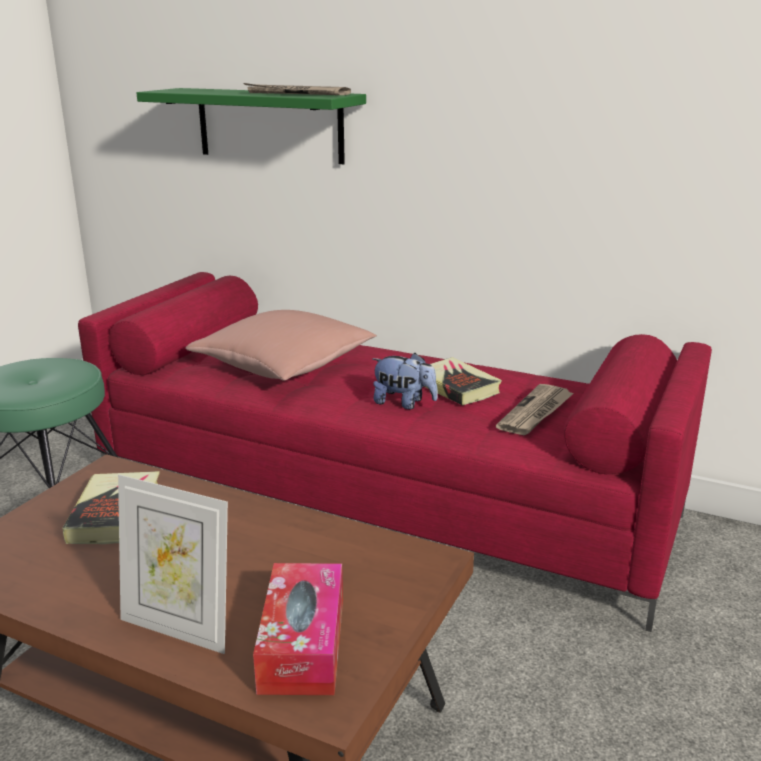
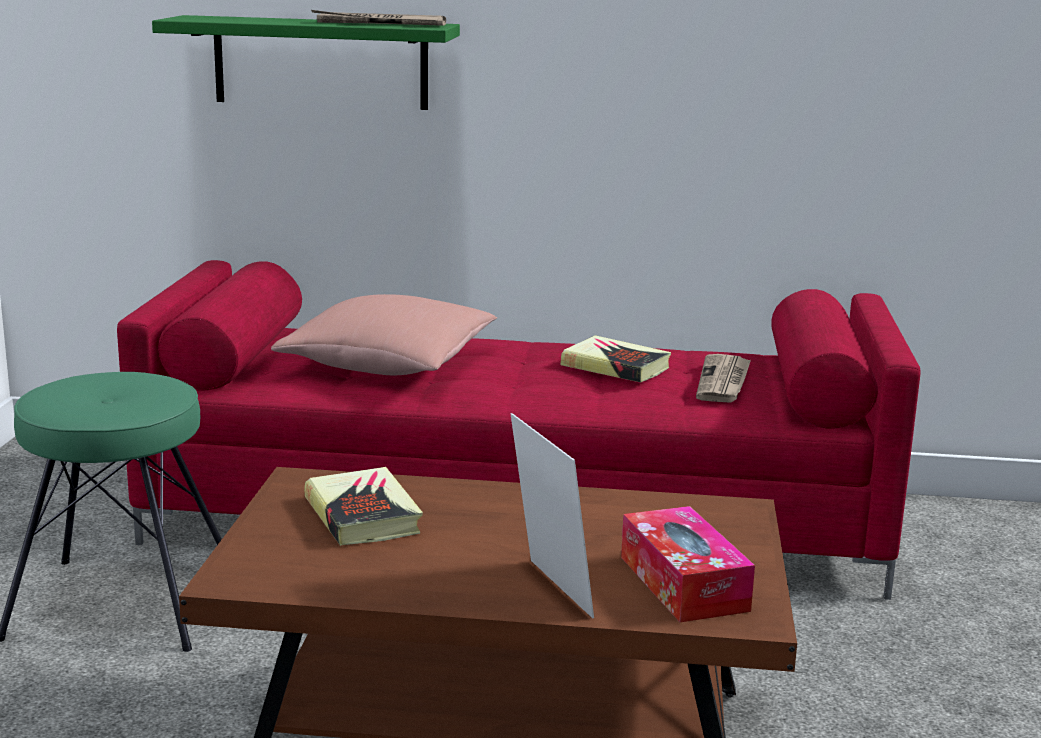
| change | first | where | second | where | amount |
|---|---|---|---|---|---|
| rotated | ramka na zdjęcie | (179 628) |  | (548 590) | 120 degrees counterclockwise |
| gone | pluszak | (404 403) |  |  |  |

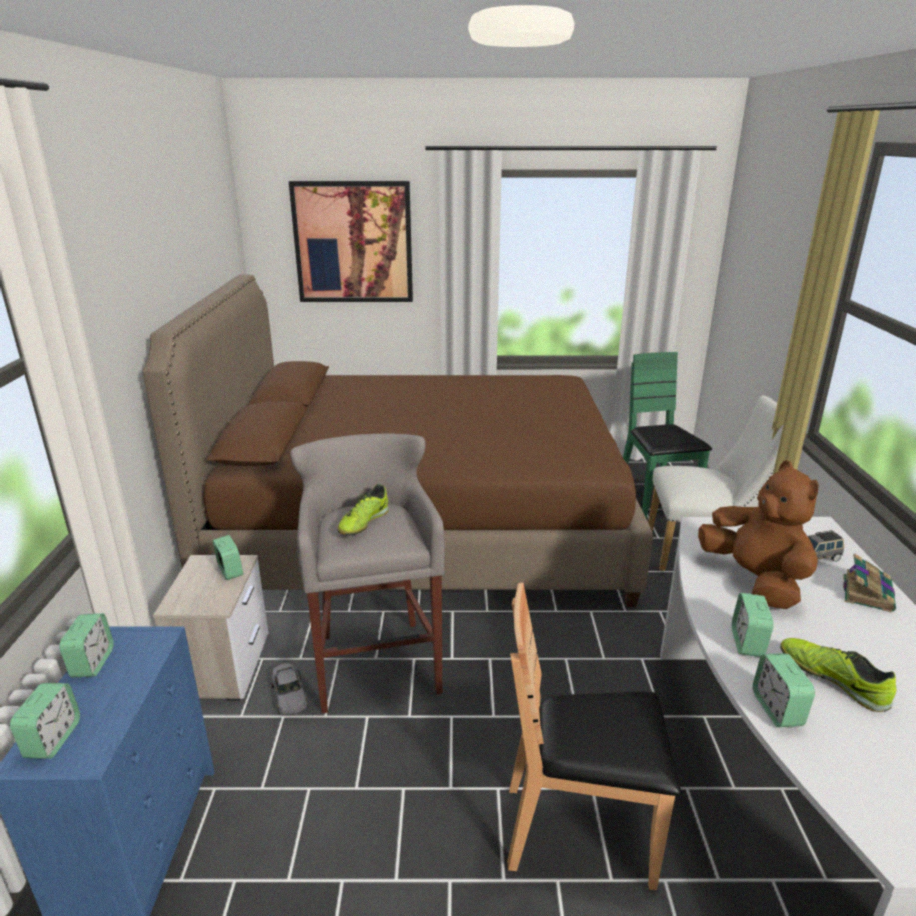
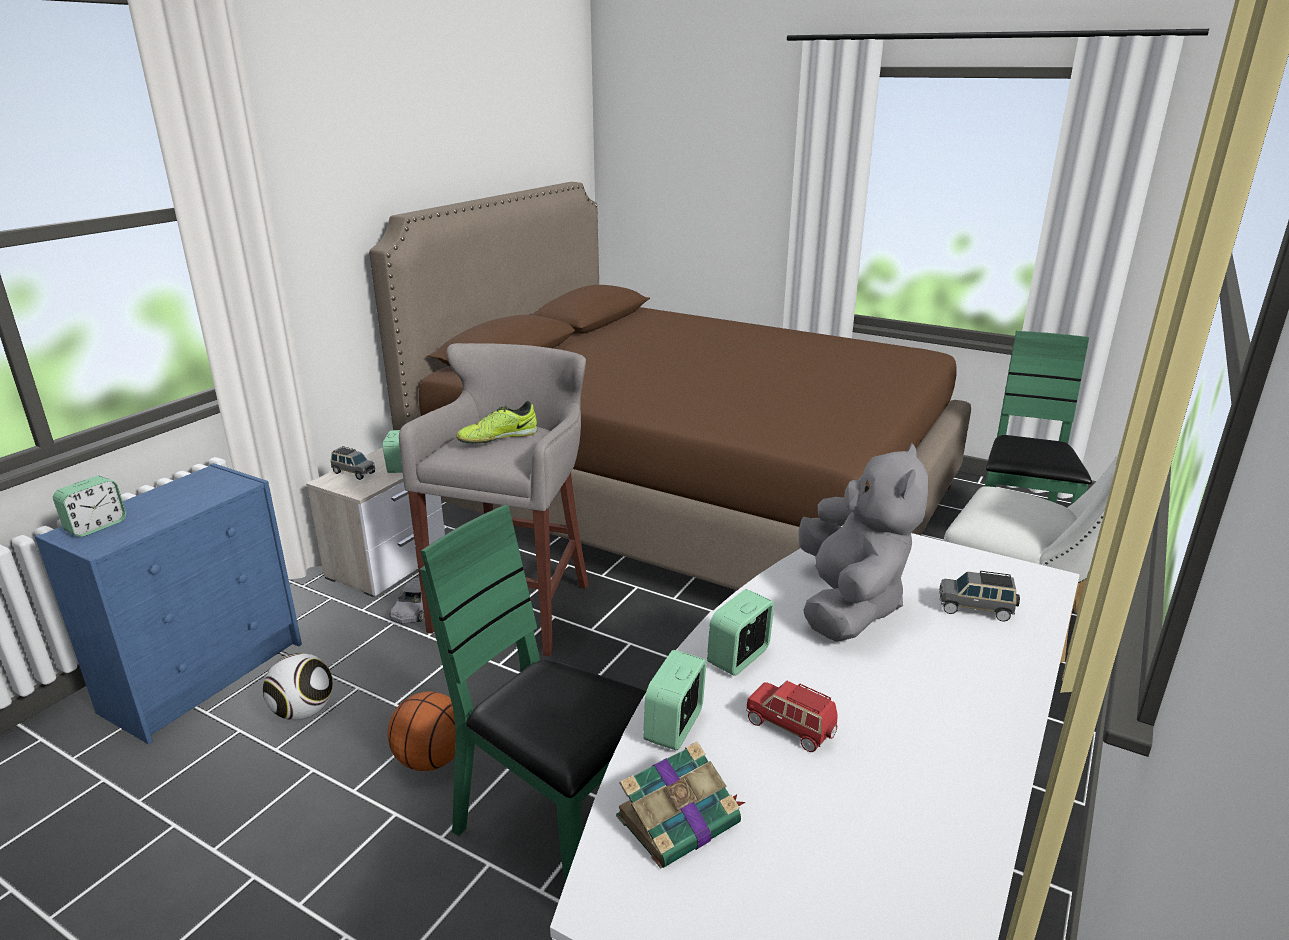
| change | first | where | second | where | amount |
|---|---|---|---|---|---|
| new |  |  | piłka futbolowa | (303 711) |  |
| new |  |  | samochodzik (szary) | (353 473) |  |
| new |  |  | piłka do koszykówki | (430 759) |  |
| repainted | krzesło (brązowy) | (580 831) | krzesło (zielony) | (555 834) |  |
| shifted | książka | (867 592) |  | (680 819) |  |
| swapped | but | (832 679) | samochodzik (czerwony) | (791 728) |  |
| repainted | pluszak (brązowy) | (754 580) | pluszak (szary) | (848 605) |  |
| gone | budzik | (92 663) |  |  |  |
| gone | obraz | (353 243) |  |  |  |

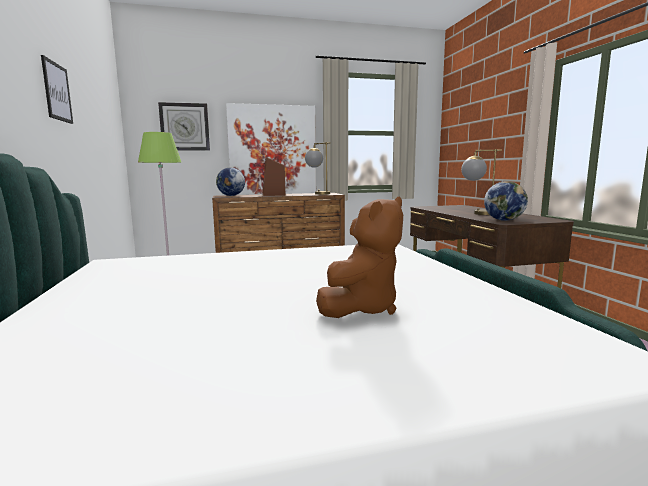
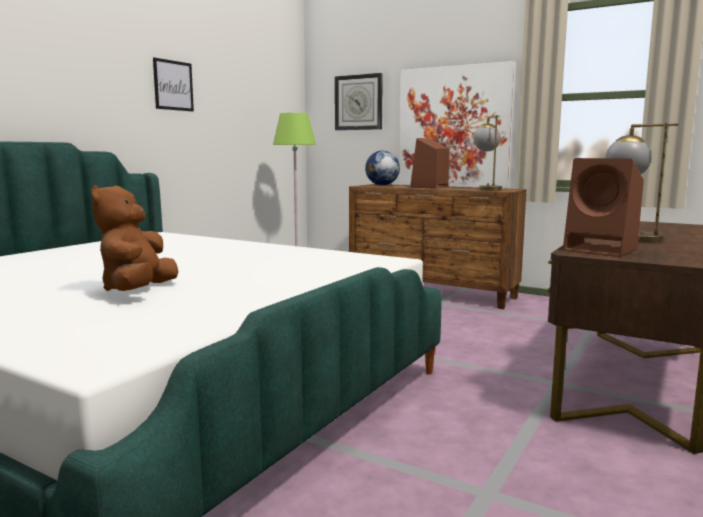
| change | first | where | second | where | amount |
|---|---|---|---|---|---|
| rotated | pluszak (brązowy) | (361 308) |  | (138 291) | 105 degrees clockwise |
| swapped | globus | (504 220) | głośnik (brązowy) | (602 250) |  |

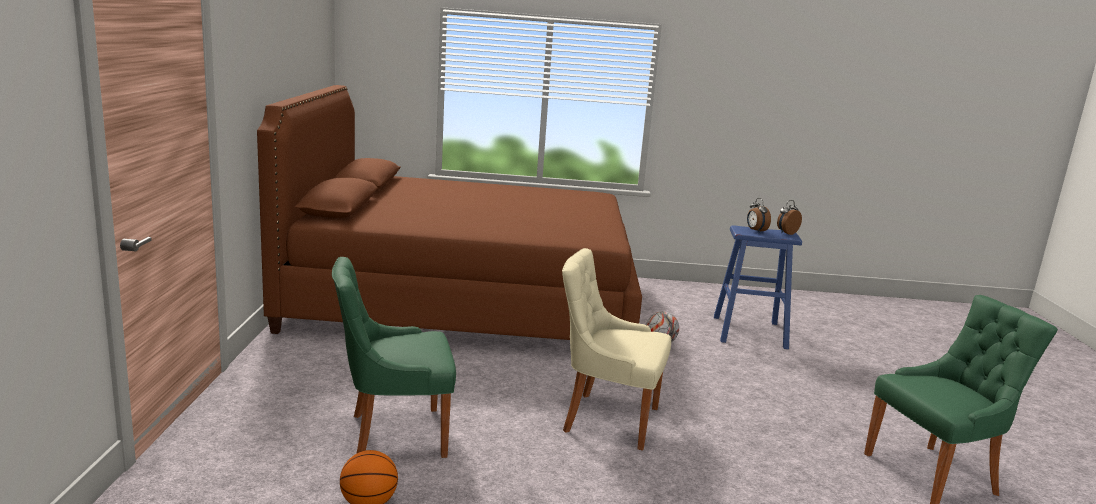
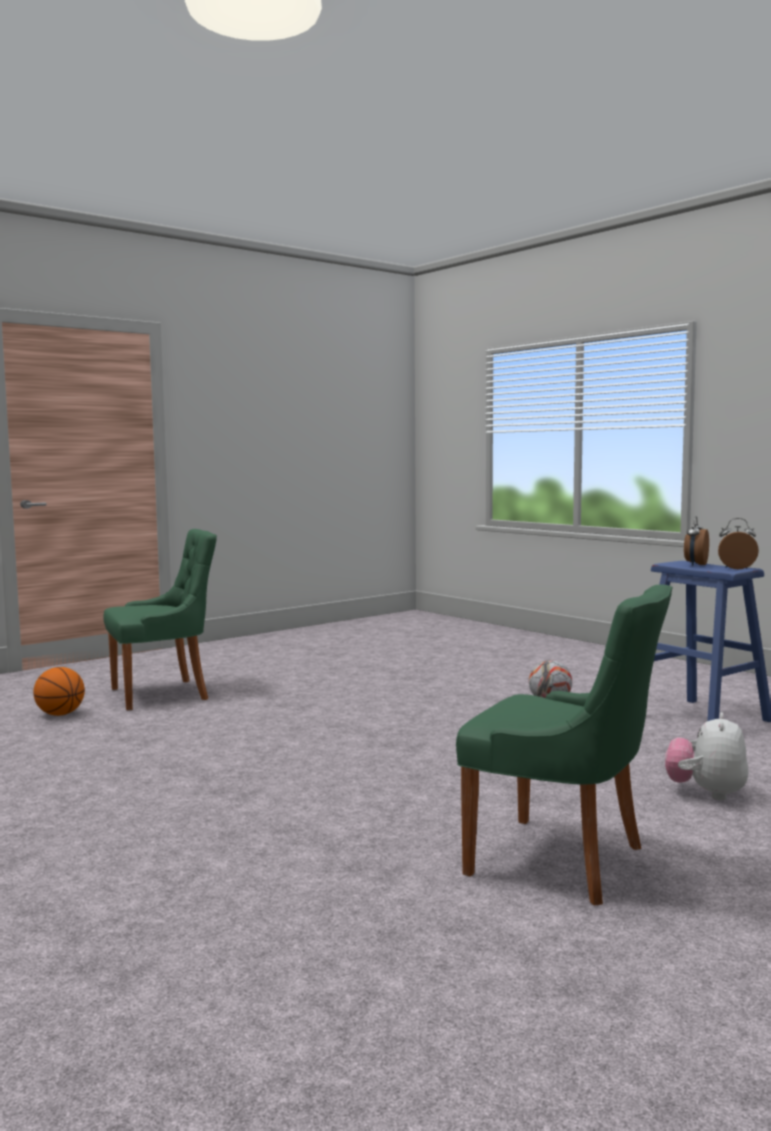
| change | first | where | second | where | amount |
|---|---|---|---|---|---|
| rotated | krzesło (zielony) | (393 435) |  | (163 694) | 120 degrees clockwise |
| new |  |  | pluszak | (706 793) |  |
| gone | łóżko (brązowy) | (465 302) |  |  |  |
| gone | krzesło (beżowy) | (607 419) |  |  |  |

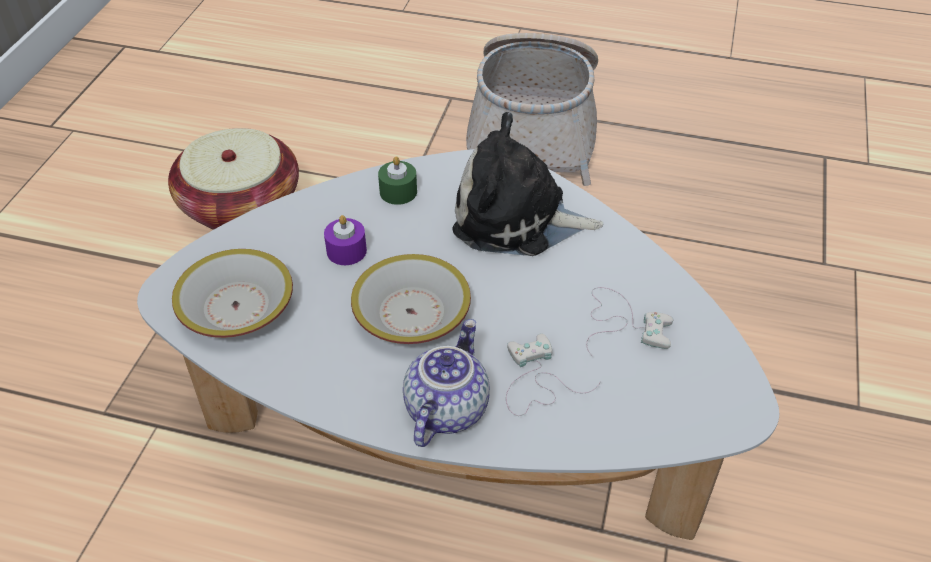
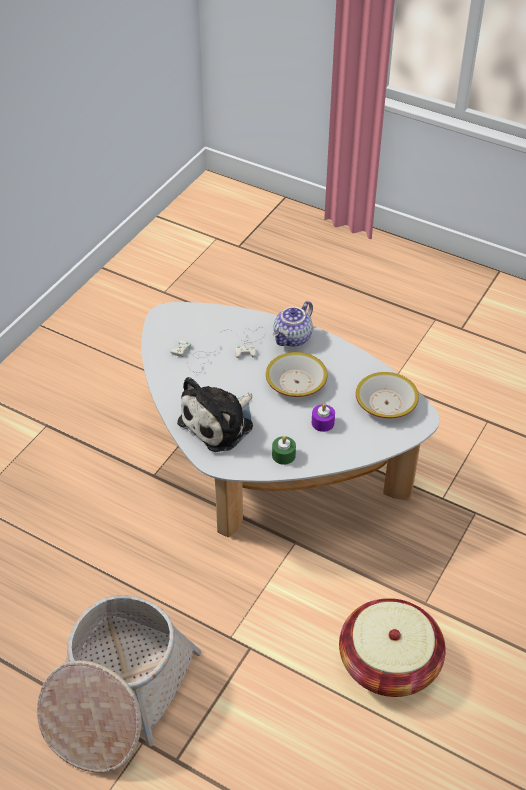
| change | first | where | second | where | amount |
|---|---|---|---|---|---|
| rotated | pluszak | (517 218) |  | (220 423) | 105 degrees clockwise |

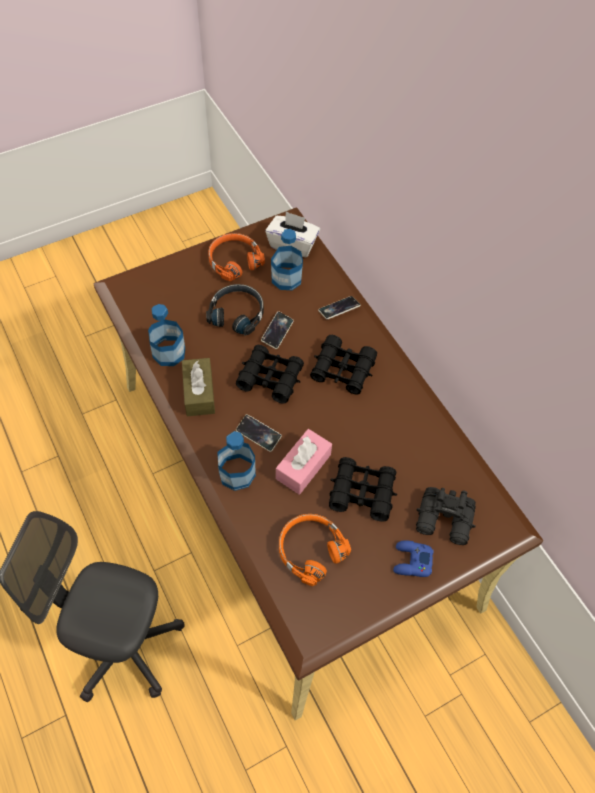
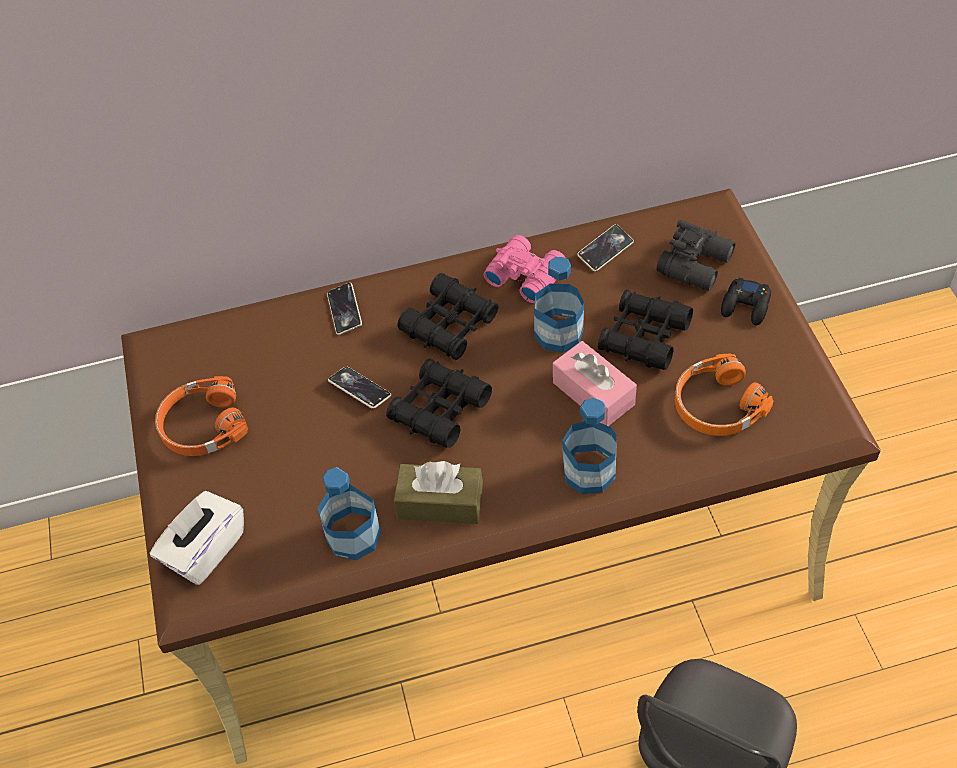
| change | first | where | second | where | amount |
|---|---|---|---|---|---|
| shifted | pudełko chusteczek (biały) | (292 244) |  | (205 550) |  |
| new |  |  | lornetka (różowy) | (525 274) |  |
| shifted | butelka | (286 278) |  | (558 333) |  |
| shifted | telefon | (258 434) |  | (605 250) |  |
| repainted | pad do gier (niebieski) | (411 561) | pad do gier (czarny) | (746 306) |  |
| gone | słuchawki (czarny) | (237 313) |  |  |  |

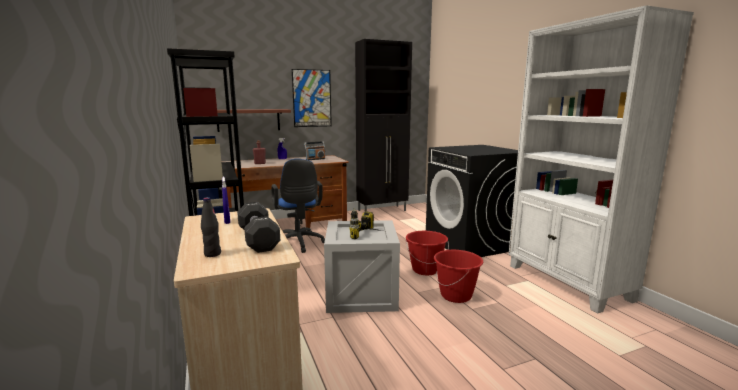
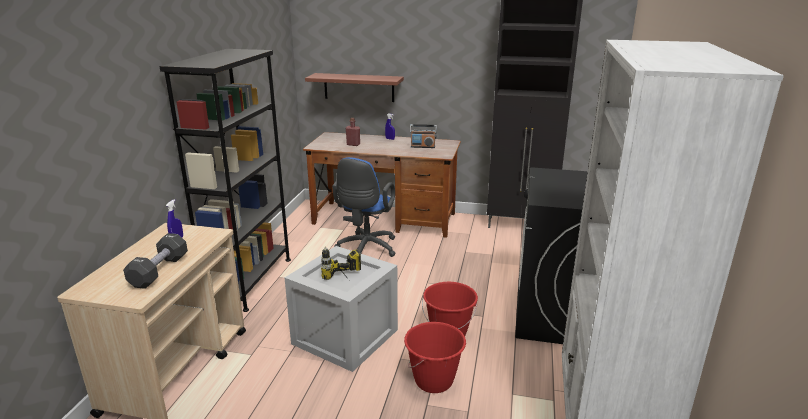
| change | first | where | second | where | amount |
|---|---|---|---|---|---|
| gone | butelka (czarny) | (212 254) |  |  |  |
| gone | obraz | (312 98) |  |  |  |

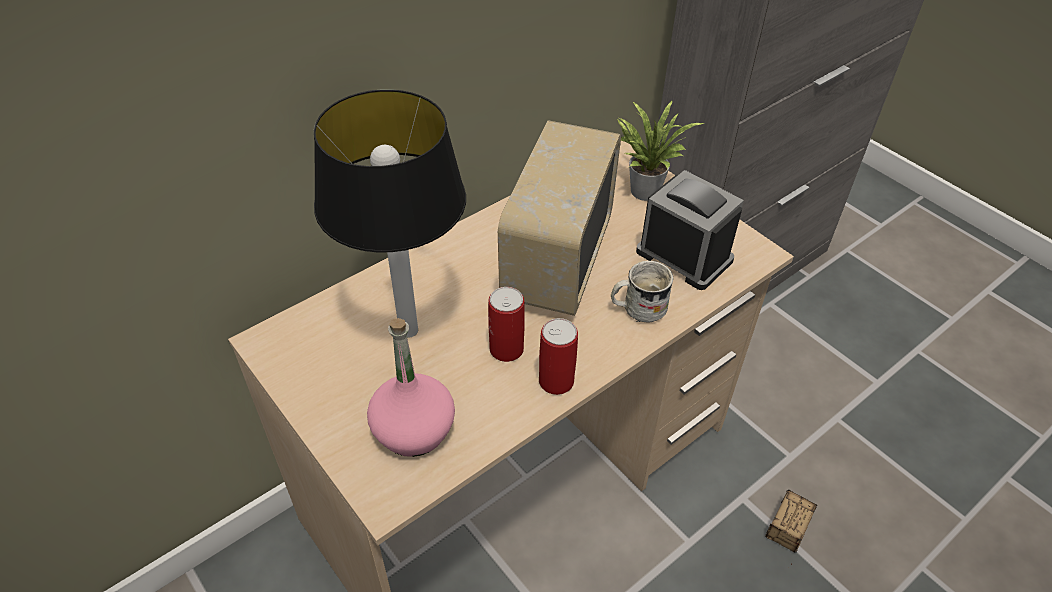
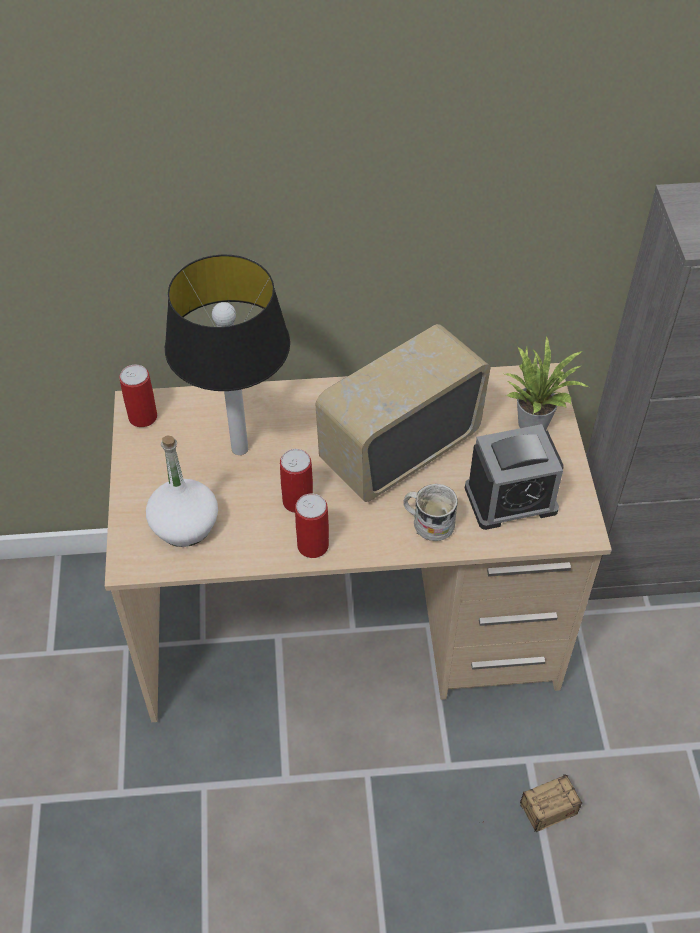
| change | first | where | second | where | amount |
|---|---|---|---|---|---|
| new |  |  | puszka | (143 417) |  |
| repainted | butelka (różowy) | (413 429) | butelka (biały) | (185 525) |  |
| rotated | budzik | (684 256) |  | (510 499) | 90 degrees clockwise |

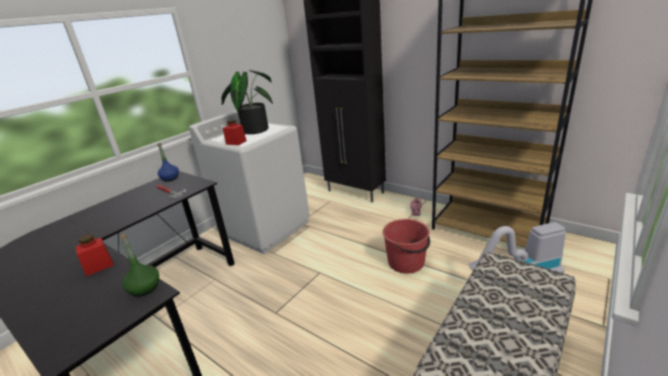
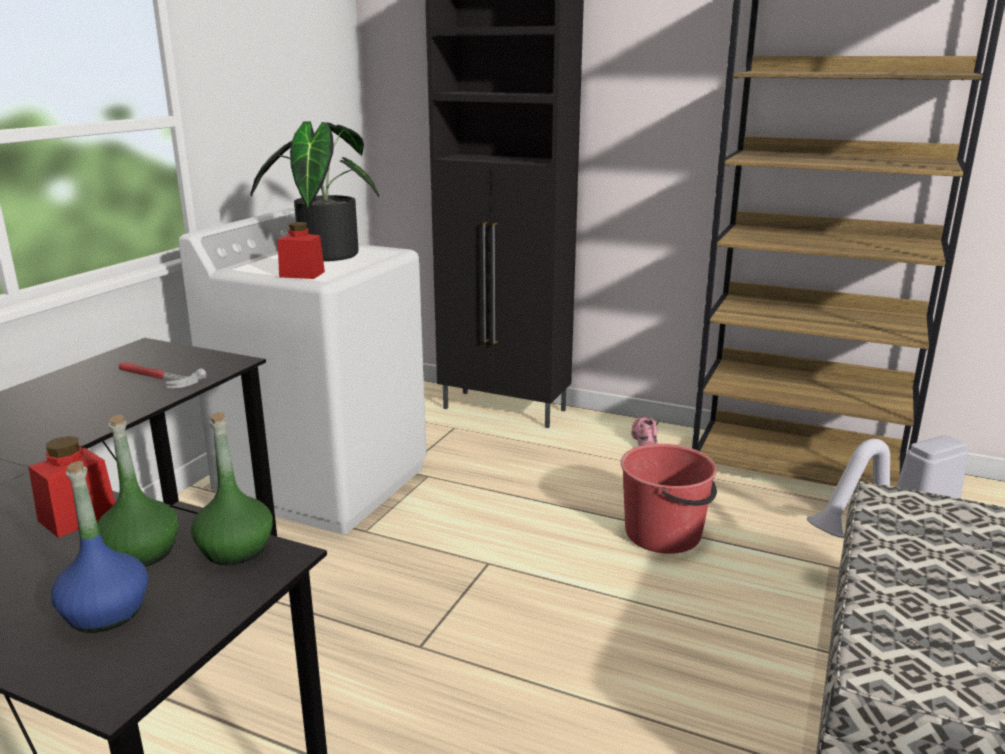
| change | first | where | second | where | amount |
|---|---|---|---|---|---|
| shifted | butelka (niebieski) | (170 178) |  | (106 613) |  |
| new |  |  | butelka (zielony) | (141 553) |  |

